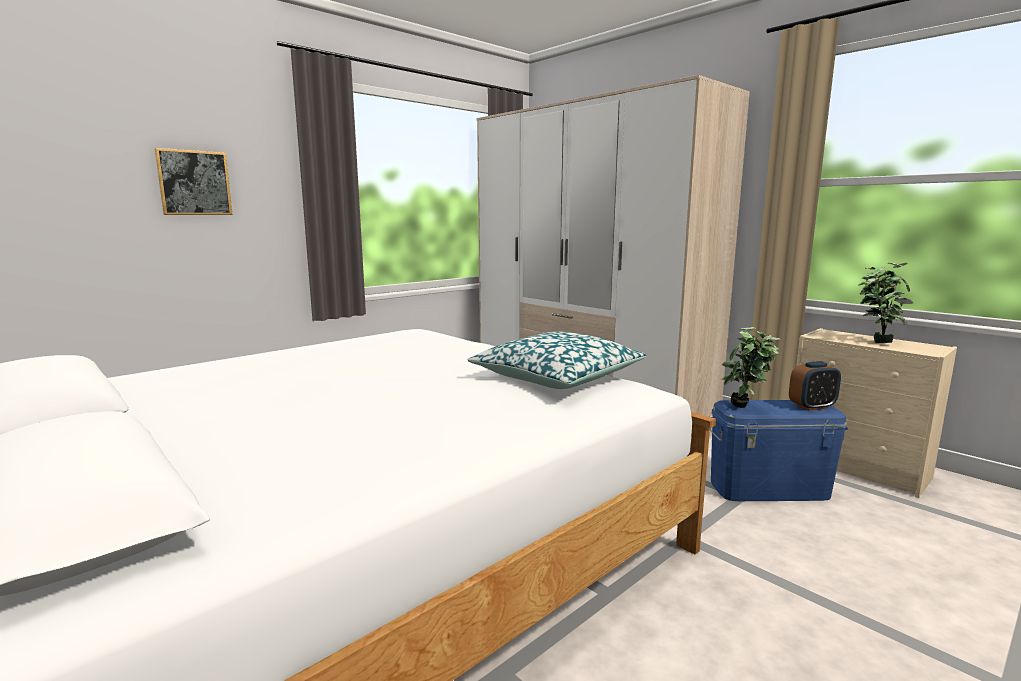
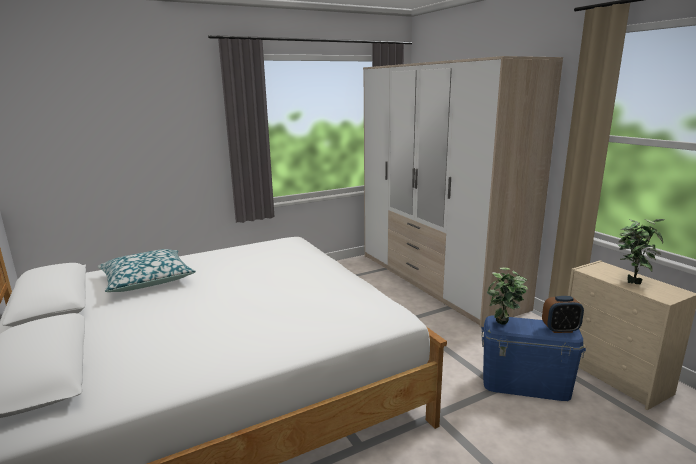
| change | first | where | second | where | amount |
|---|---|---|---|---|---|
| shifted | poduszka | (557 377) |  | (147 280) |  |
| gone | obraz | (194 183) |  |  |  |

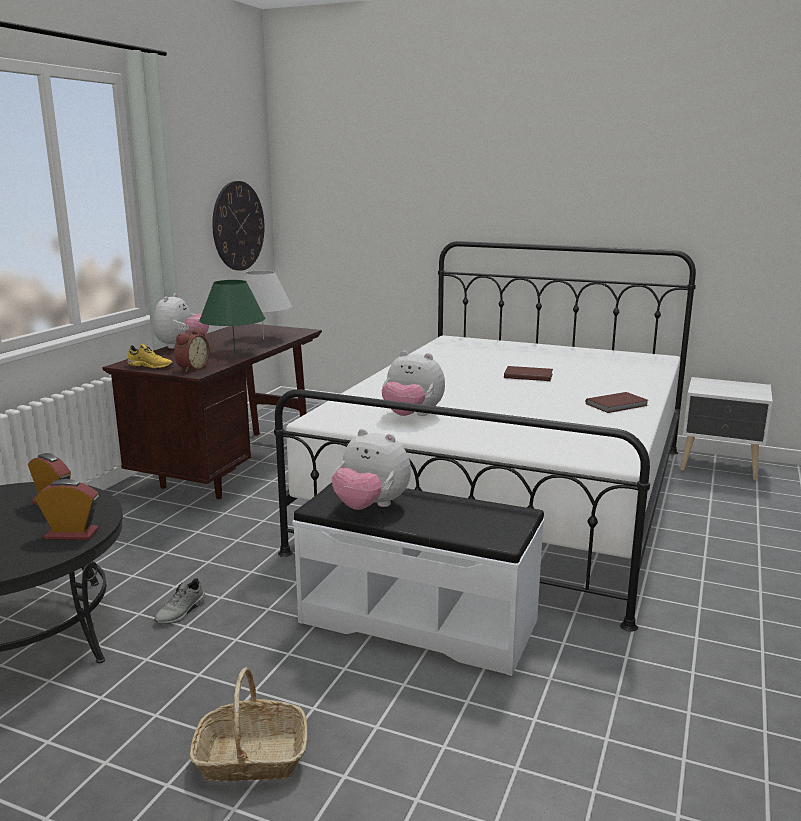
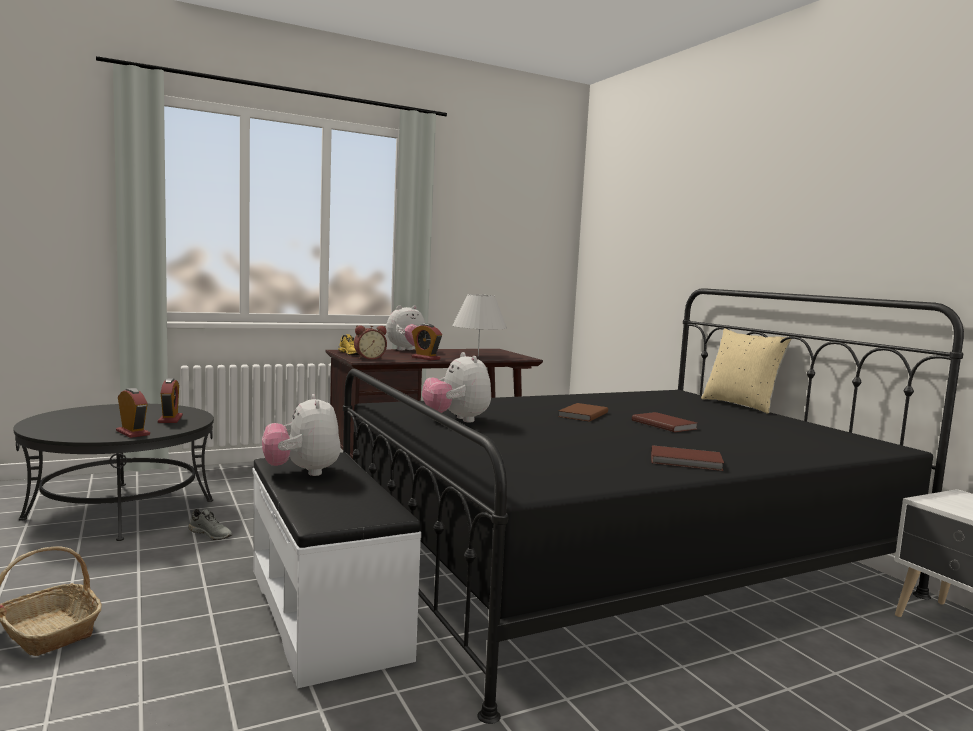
| change | first | where | second | where | amount |
|---|---|---|---|---|---|
| rotated | but (szary) | (181 612) |  | (211 534) | 135 degrees counterclockwise |
| repainted | łóżko (biały) | (507 495) | łóżko (czarny) | (613 559) |  |
| swapped | lampa stołowa (zielony) | (234 354) | budzik | (425 358) |  |
| new |  |  | książka (brązowy) | (581 414) |  |
| new |  |  | poduszka (beżowy) | (741 405) |  |
| gone | zegar ścienny | (238 226) |  |  |  |

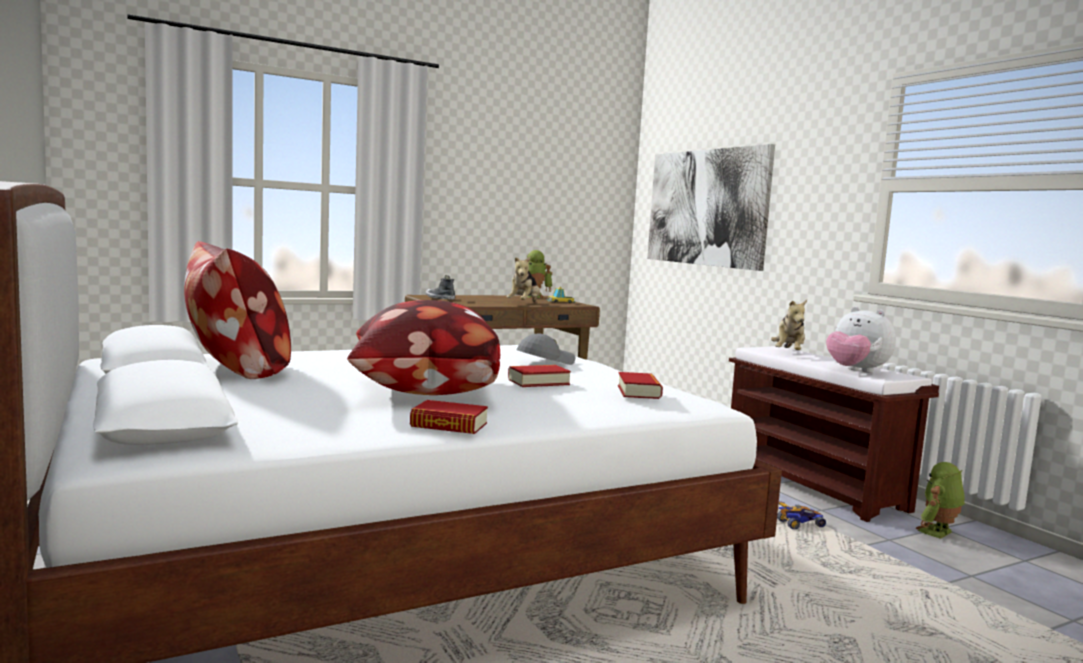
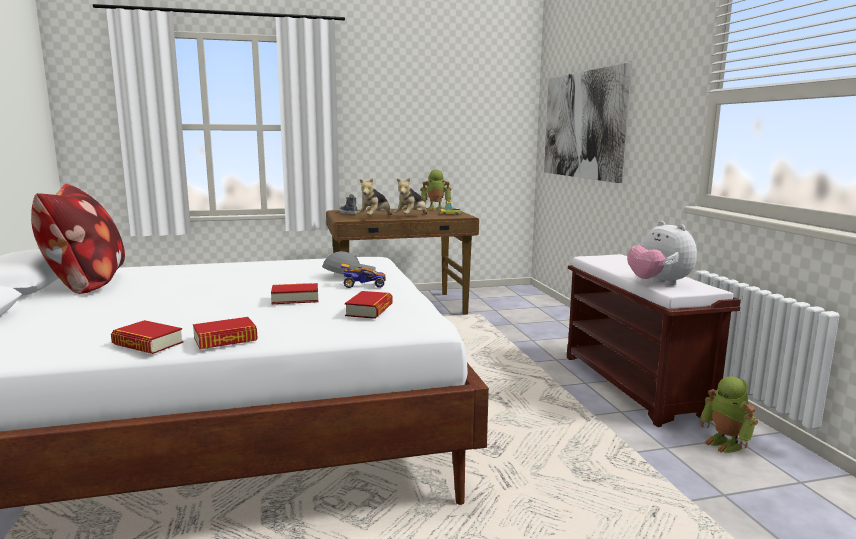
| change | first | where | second | where | amount |
|---|---|---|---|---|---|
| new |  |  | książka | (225 339) |  |
| shifted | samochodzik | (799 524) |  | (363 285) |  |
| shifted | pluszak | (788 353) |  | (375 218) |  |
| rotated | robot zabawkowy | (938 533) |  | (725 444) | 90 degrees counterclockwise |
| gone | poduszka | (421 391) |  |  |  |

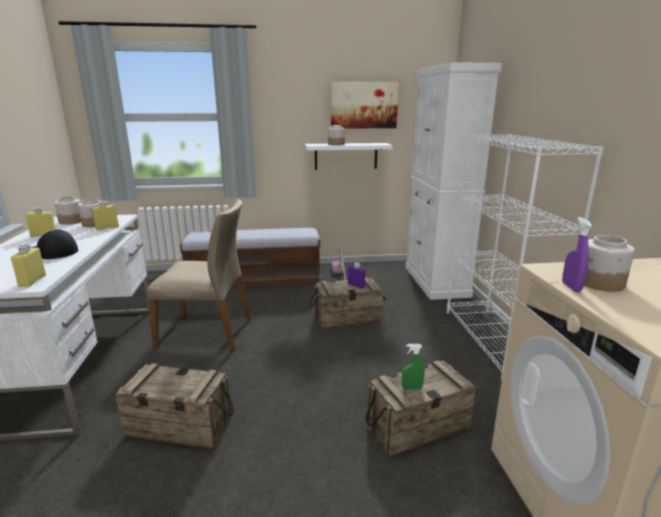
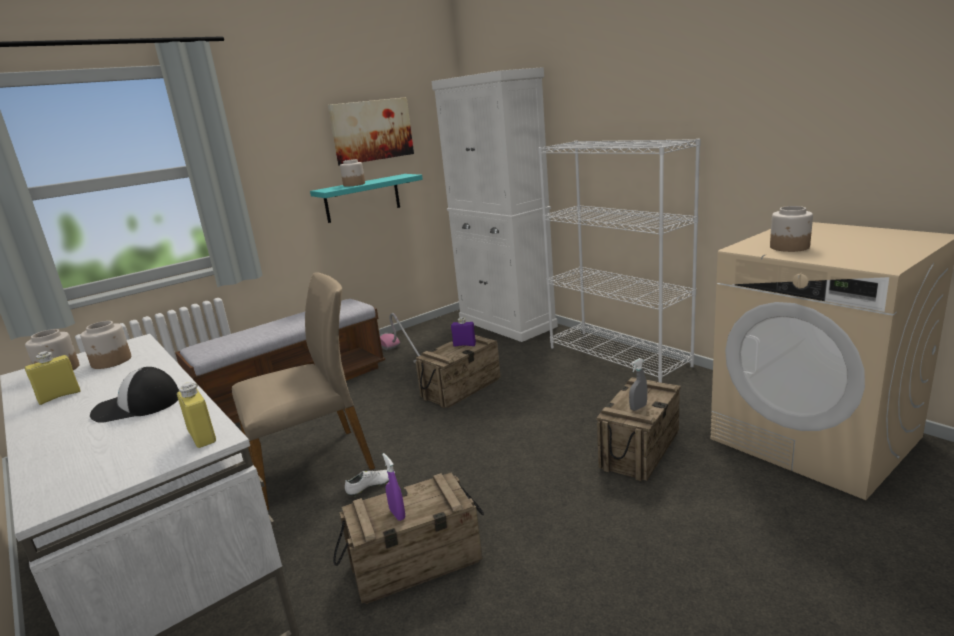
| change | first | where | second | where | amount |
|---|---|---|---|---|---|
| repainted | półka (biały) | (346 156) | półka (turkusowy) | (362 198) |  |
| new |  |  | but (biały) | (371 486) |  |
| shifted | spryskiwacz (fioletowy) | (571 287) |  | (397 514) |  |
| repainted | spryskiwacz (zielony) | (411 388) | spryskiwacz (szary) | (638 407) |  |
| gone | butelka (żółty) | (107 228) |  |  |  |

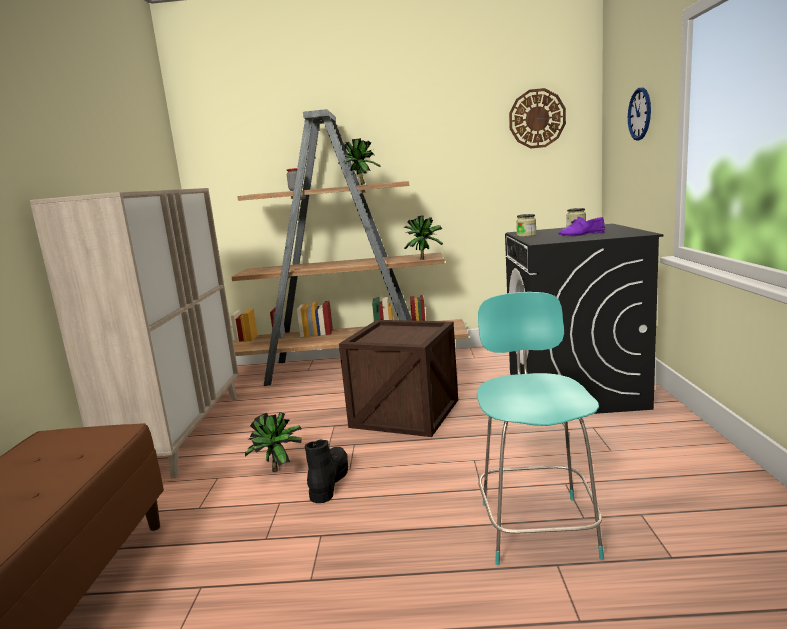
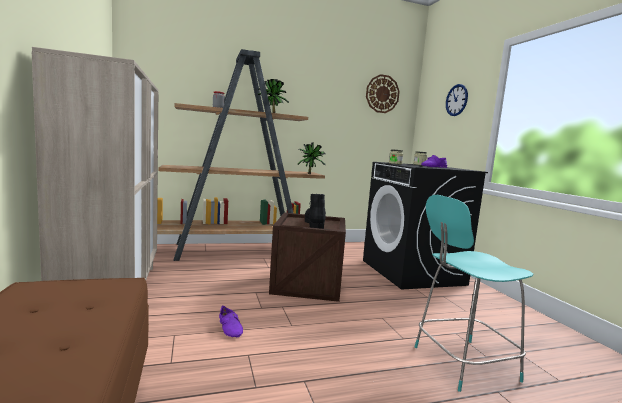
| change | first | where | second | where | amount |
|---|---|---|---|---|---|
| swapped | roślina doniczkowa | (279 470) | but (fioletowy) | (231 327) |  |
| shifted | but z cholewką (czarny) | (329 481) |  | (314 224) |  |
| rotated | krzesło (turkusowy) | (537 526) |  | (461 363) | 90 degrees counterclockwise |

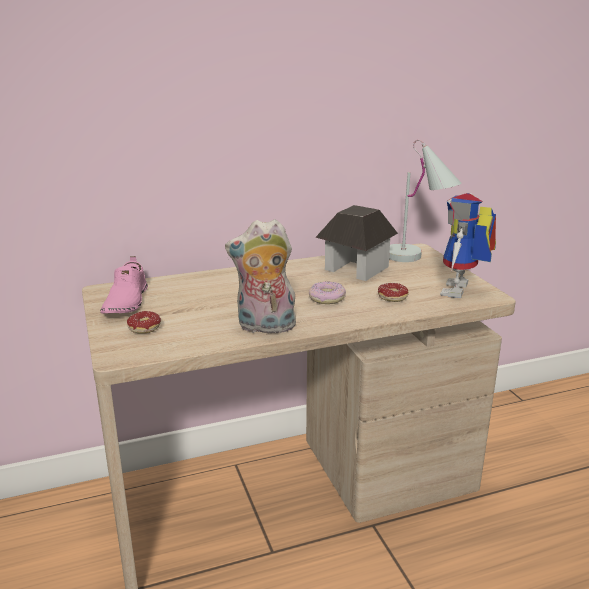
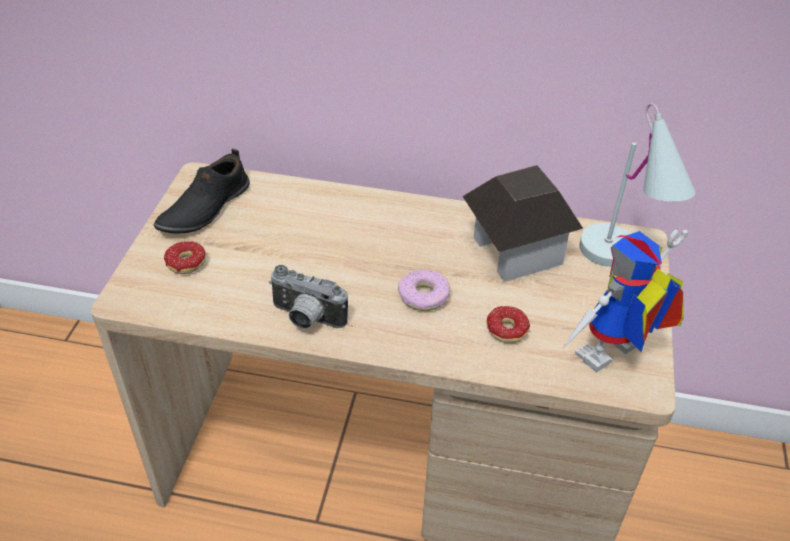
| change | first | where | second | where | amount |
|---|---|---|---|---|---|
| repainted | but (różowy) | (125 302) | but (czarny) | (204 208) |  |
| swapped | pluszak | (265 327) | aparat fotograficzny | (305 319) |  |

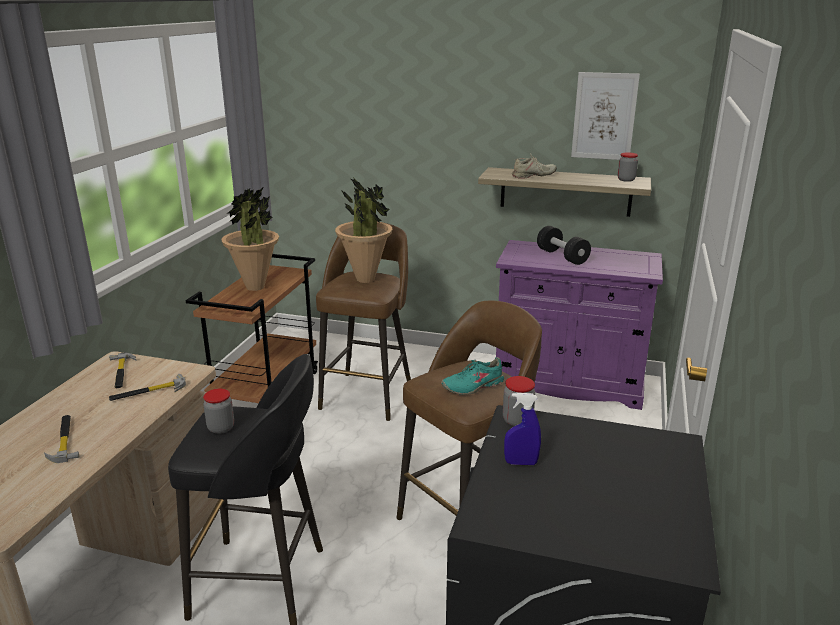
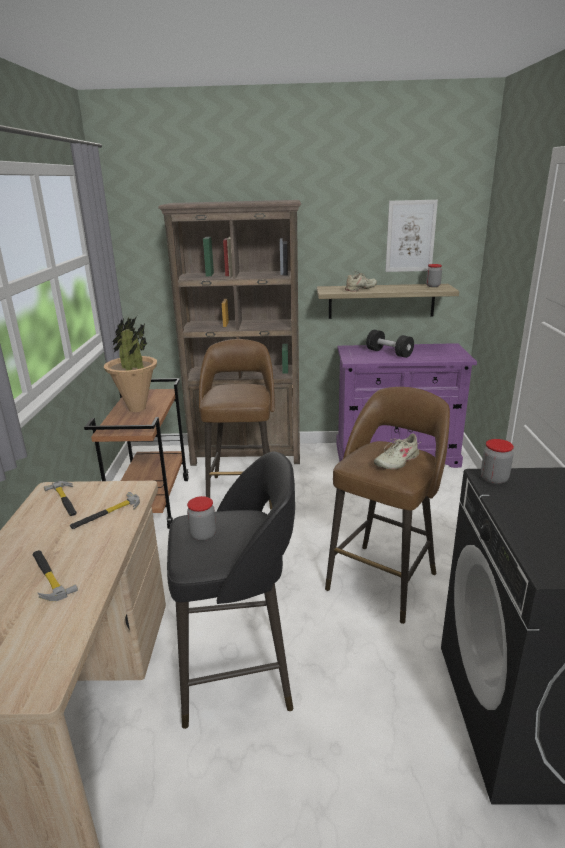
| change | first | where | second | where | amount |
|---|---|---|---|---|---|
| new |  |  | regał (brązowy) | (247 455) |  |
| repainted | but (turkusowy) | (473 386) | but (beżowy) | (396 461) |  |
| gone | roślina doniczkowa | (366 279) |  |  |  |
| gone | spryskiwacz (niebieski) | (521 463) |  |  |  |

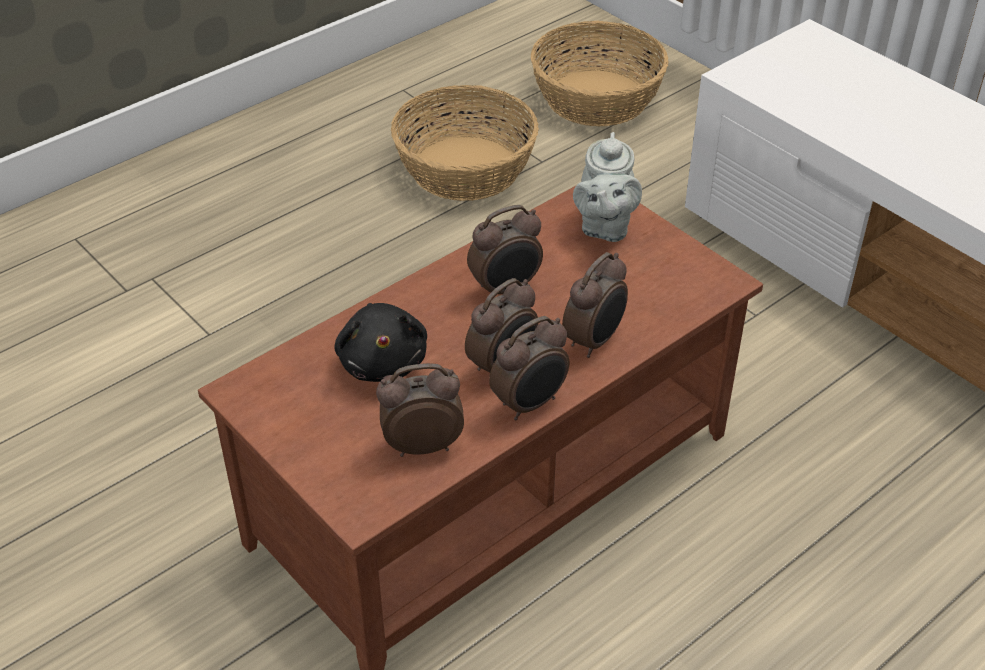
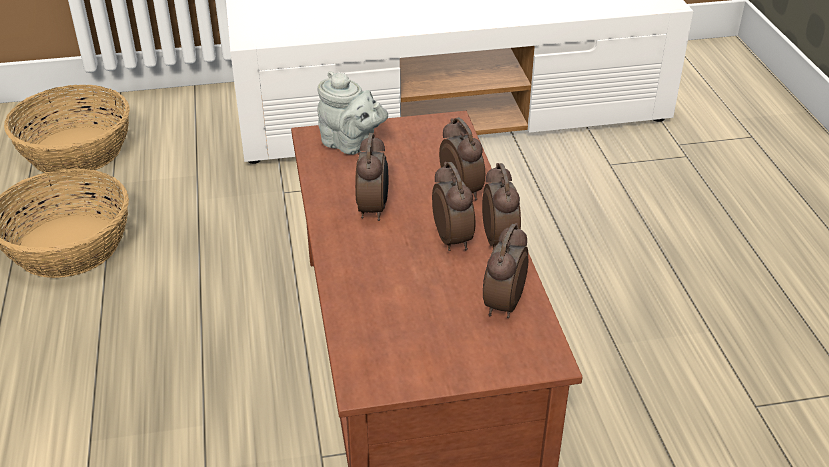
| change | first | where | second | where | amount |
|---|---|---|---|---|---|
| gone | pluszak (czarny) | (383 361) |  |  |  |

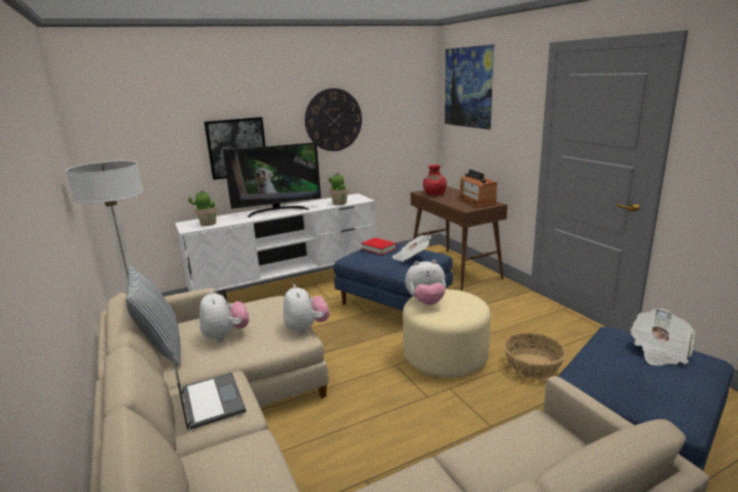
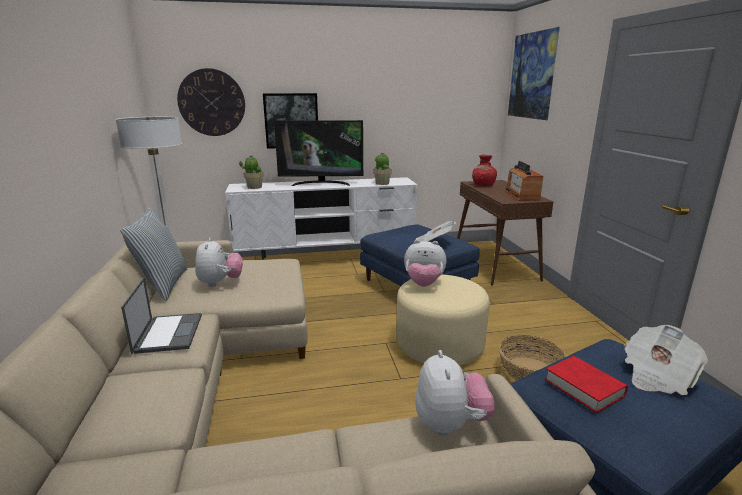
| change | first | where | second | where | amount |
|---|---|---|---|---|---|
| shifted | zegar ścienny | (333 120) |  | (212 102) |  |
| shifted | pluszak | (306 328) |  | (450 424) |  |
| shifted | książka (czerwony) | (378 249) |  | (584 388) |  |

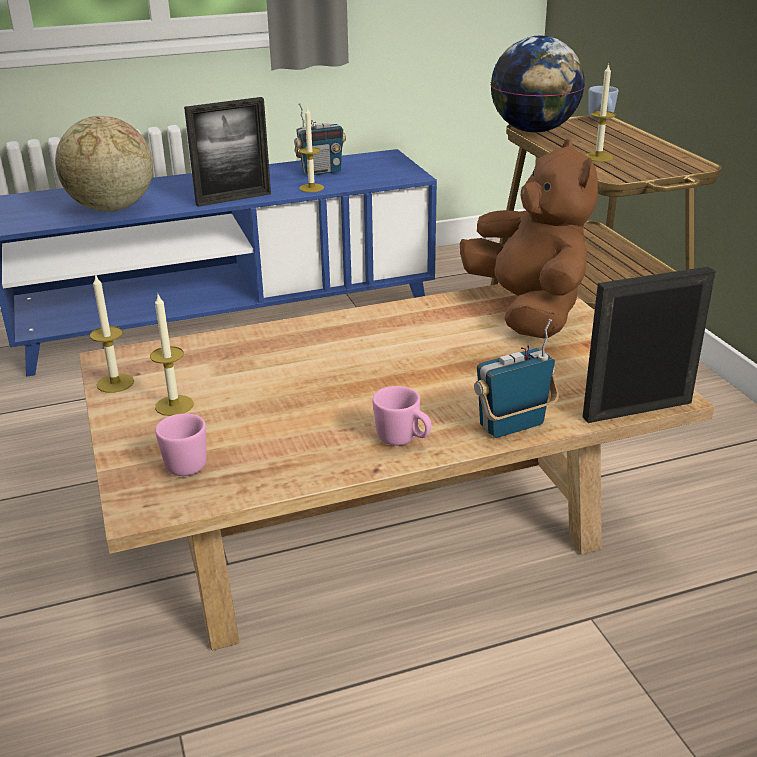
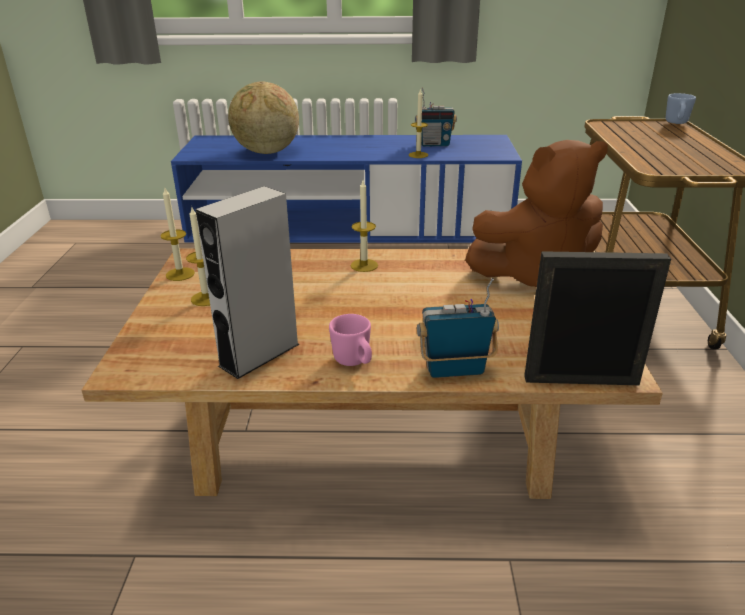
| change | first | where | second | where | amount |
|---|---|---|---|---|---|
| new |  |  | głośnik (szary) | (259 355) |  |
| shifted | świeca | (598 157) |  | (364 265) |  |
| rotated | pluszak (brązowy) | (528 311) |  | (536 275) | 75 degrees clockwise |
| gone | kubek (różowy) | (184 462) |  |  |  |
| gone | ramka na zdjęcie | (233 199) |  |  |  |
| gone | globus | (533 131) |  |  |  |

